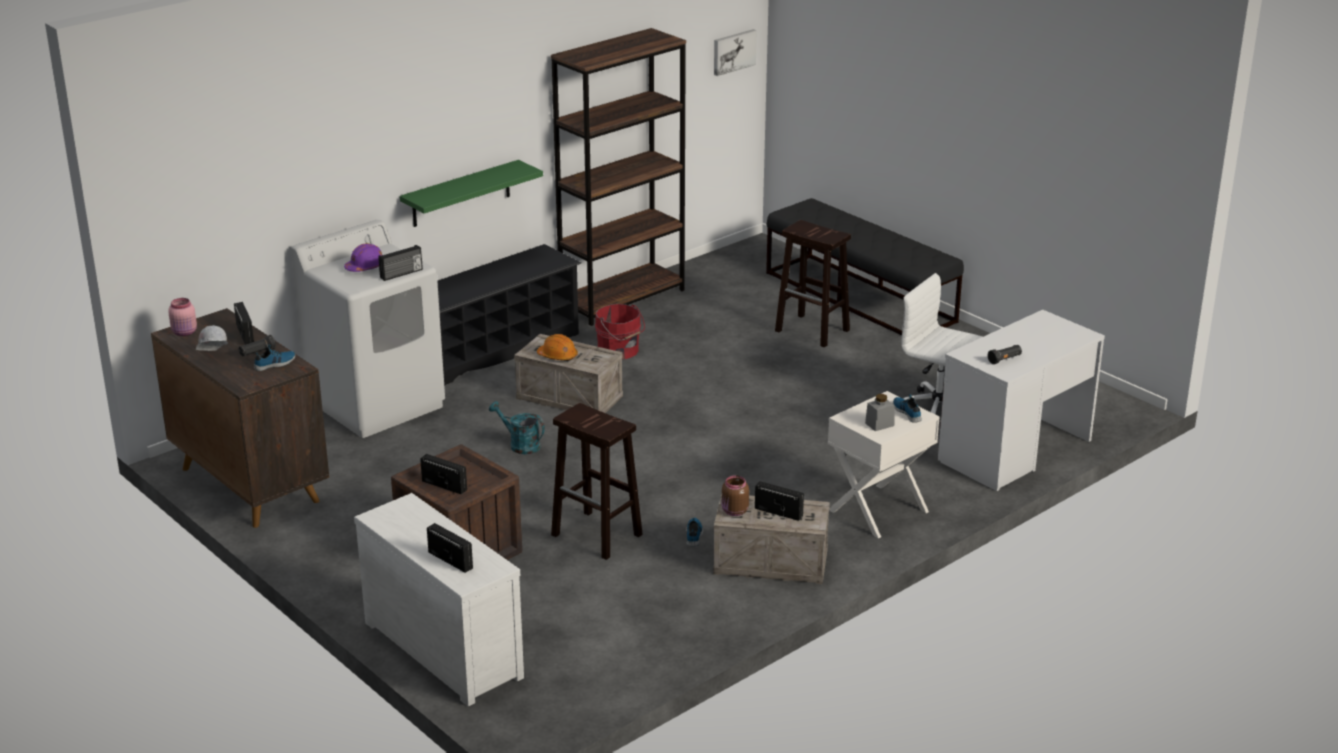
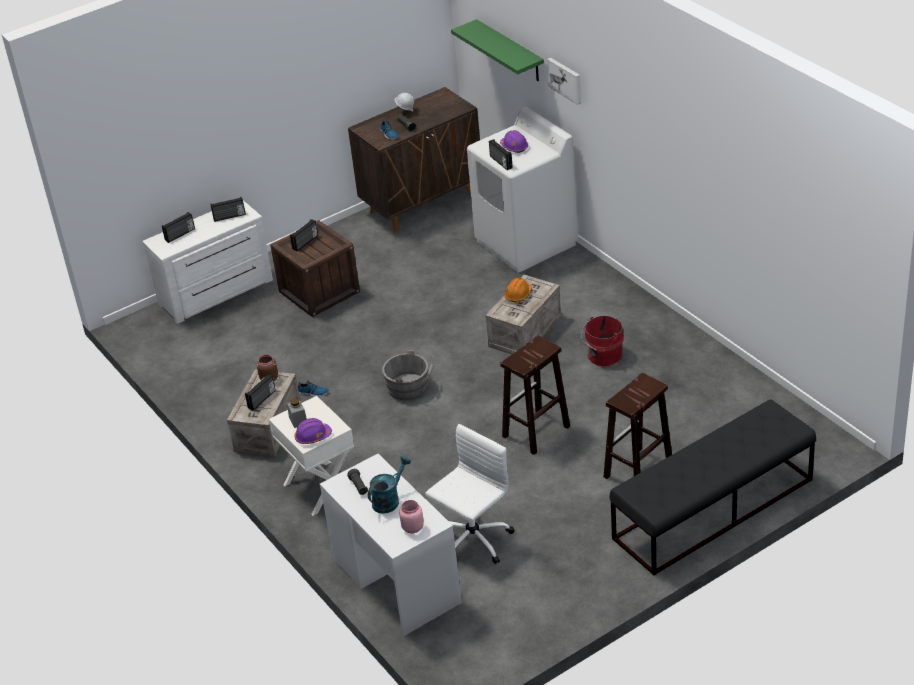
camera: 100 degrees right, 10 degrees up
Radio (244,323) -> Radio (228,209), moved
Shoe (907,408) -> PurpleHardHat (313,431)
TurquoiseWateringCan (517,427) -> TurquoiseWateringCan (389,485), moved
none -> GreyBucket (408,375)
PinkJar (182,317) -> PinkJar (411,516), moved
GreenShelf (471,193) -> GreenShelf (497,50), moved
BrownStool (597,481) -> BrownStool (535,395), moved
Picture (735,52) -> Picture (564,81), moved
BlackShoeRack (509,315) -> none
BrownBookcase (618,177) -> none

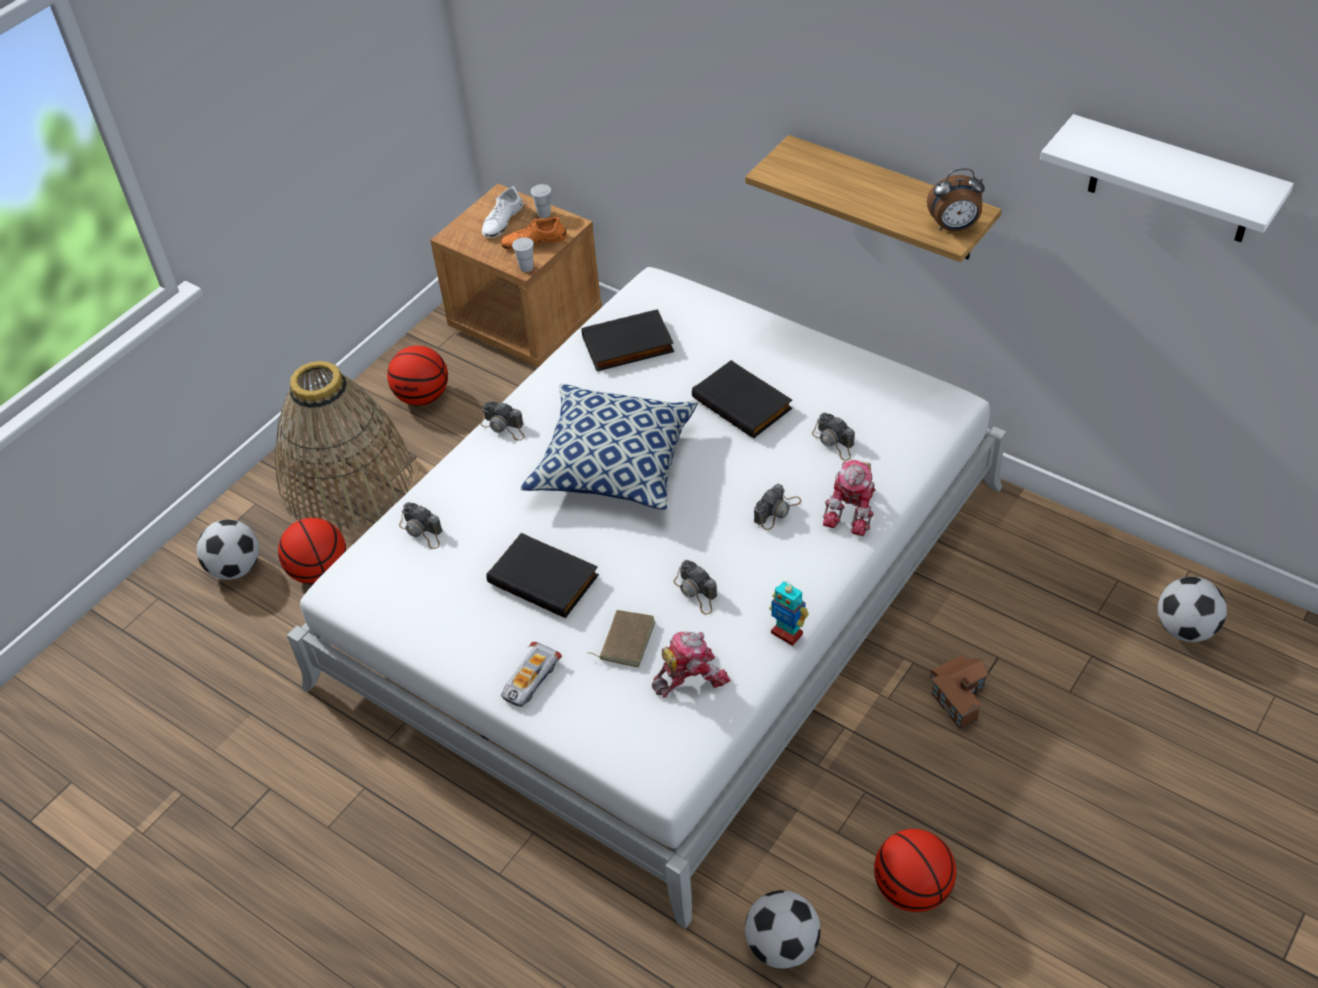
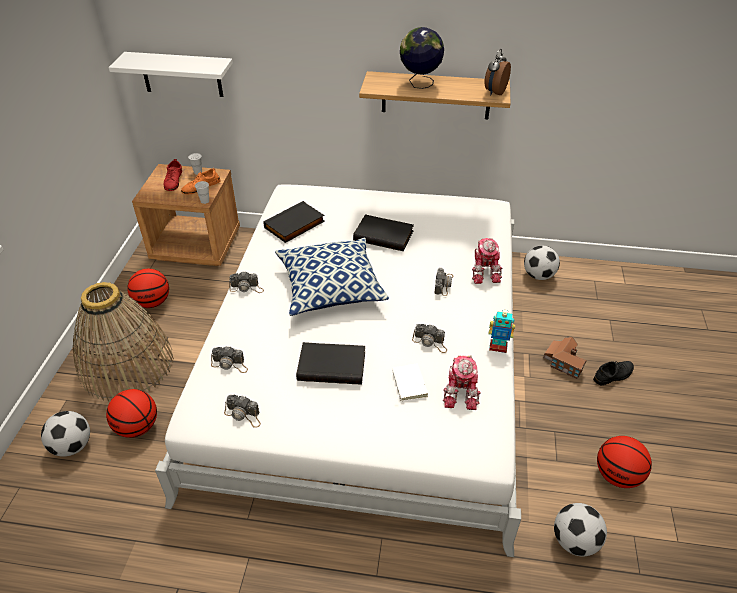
camera: 30 degrees left, 5 degrees down
WhiteShelf (1167,178) -> WhiteShelf (171,74), moved
WhiteShoe (502,212) -> RedShoe (173,175)
PhotoCamera (833,436) -> PhotoCamera (242,411), moved
BrownBook (621,638) -> WhiteBook (410,382)
none -> Globe (422,58)
ToyRobot (691,665) -> ToyRobot (462,382), 150 degrees clockwise
AlarmClock (956,199) -> AlarmClock (497,72), 150 degrees clockwise
Football (1192,609) -> Football (542,263), moved
none -> BlackShoe (613,373)
ToyCar (531,674) -> none

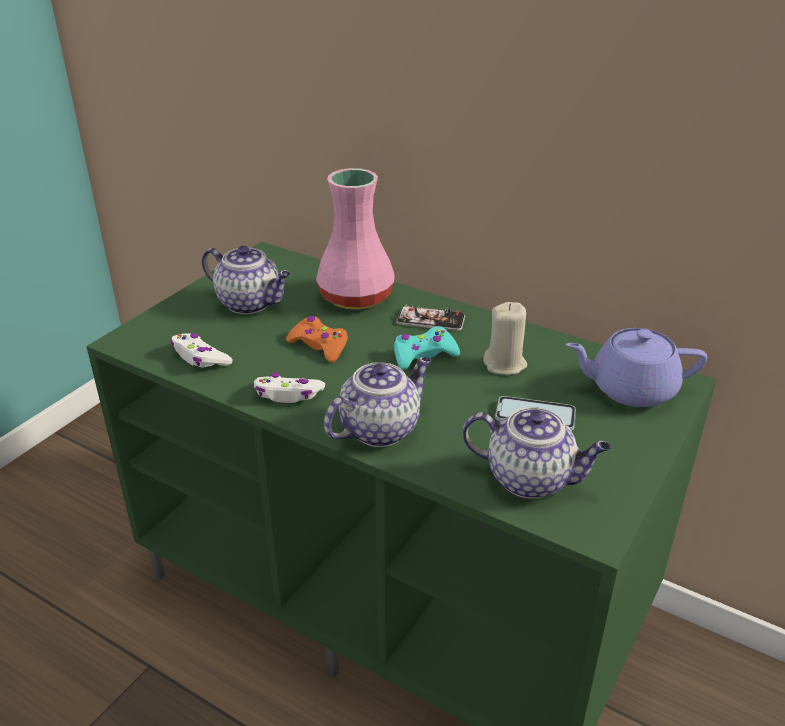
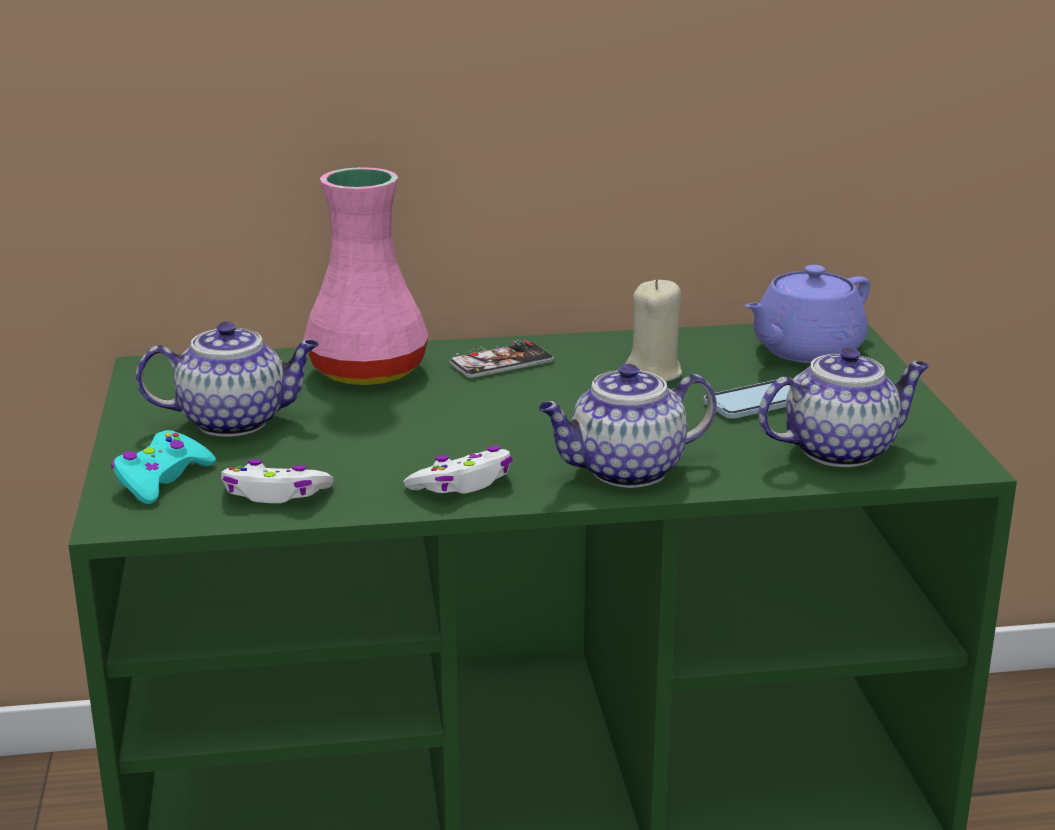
camera: 40 degrees left, 10 degrees down
TurquoiseGameController (427,348) -> TurquoiseGameController (163,467), moved
Teapot (377,402) -> Teapot (627,426), 120 degrees counterclockwise
OrangeGameController (317,339) -> none

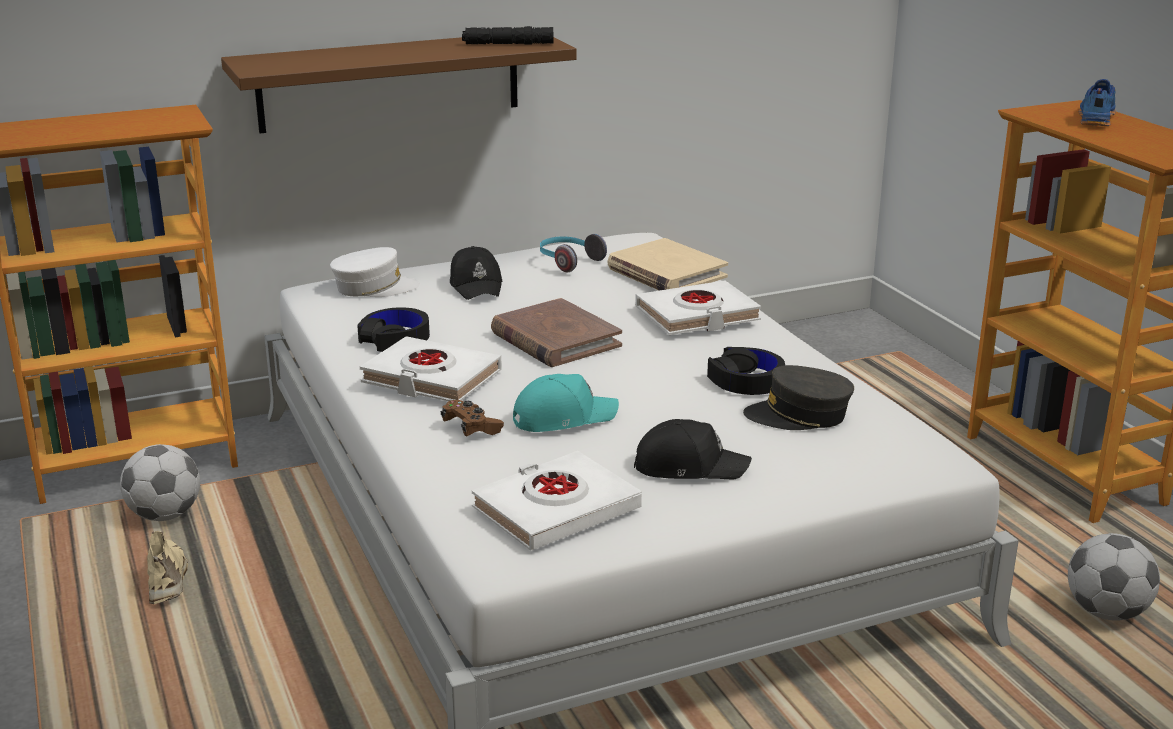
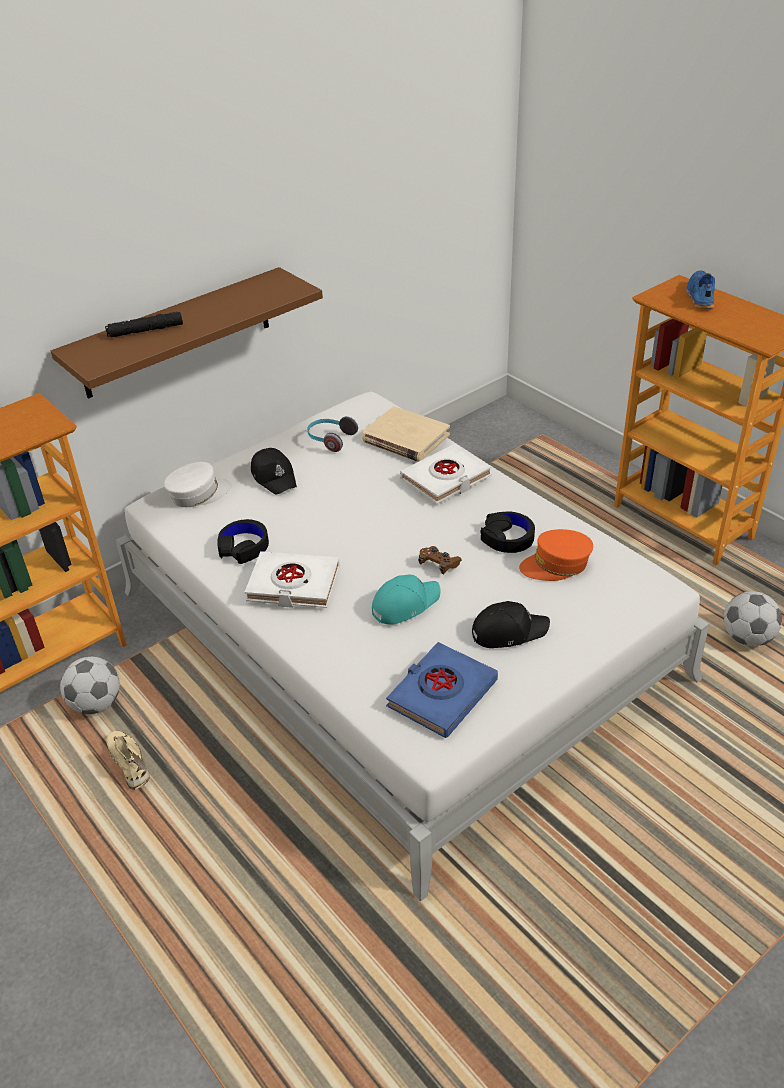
camera: 15 degrees left, 15 degrees up
BlackFlashlight (507,35) -> BlackFlashlight (144,324), moved
WhiteBook (557,501) -> BlueBook (442,690)
BrownGameController (472,418) -> BrownGameController (440,560), moved
GreyCap (798,397) -> OrangeCap (556,555)
BrownBook (556,332) -> none

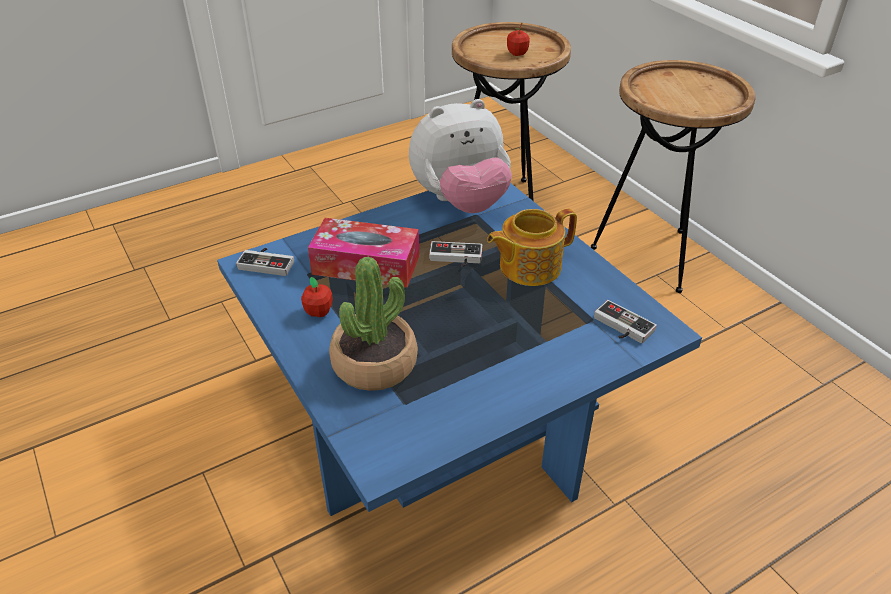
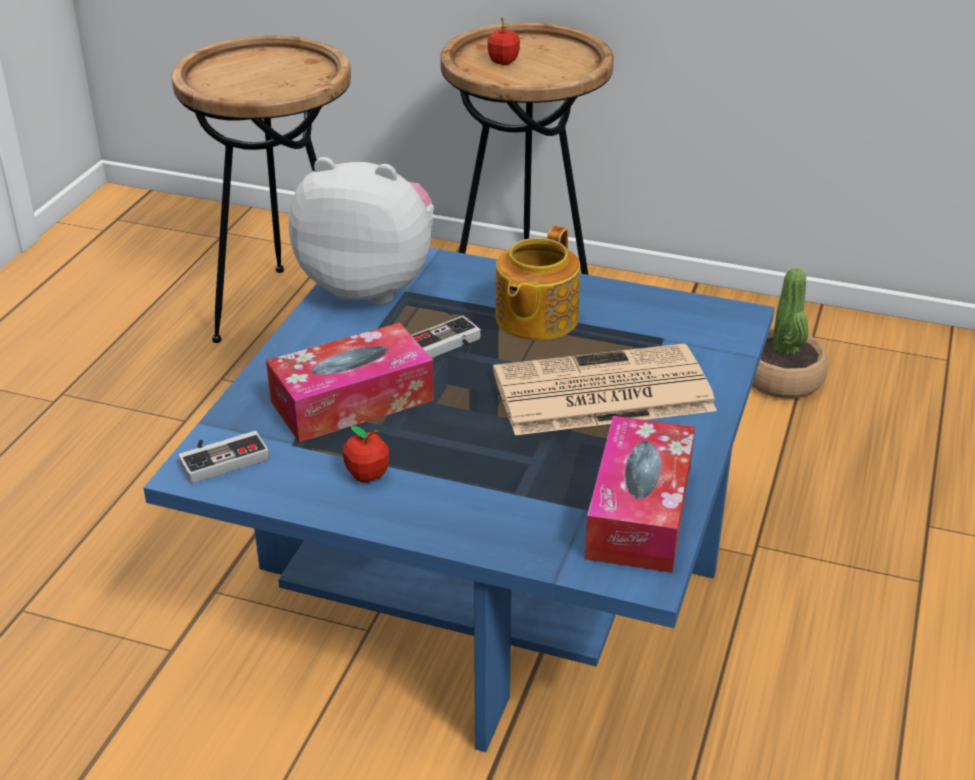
camera: 40 degrees left, 5 degrees down
PlushToy (460,156) -> PlushToy (361,231), 105 degrees counterclockwise
Apple (518,39) -> Apple (504,41), moved
none -> Newspaper (605,389)
none -> TissueBox (640,494)
PottedPlant (373,324) -> PottedPlant (790,333), moved
GameController (625,321) -> none

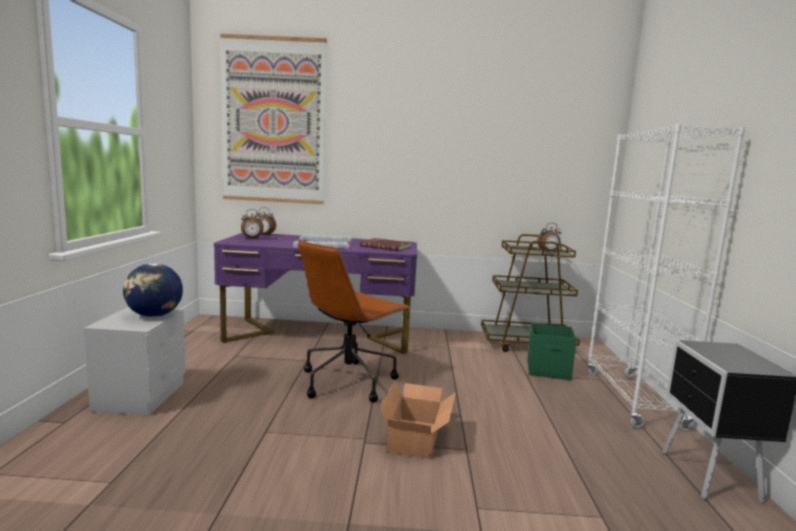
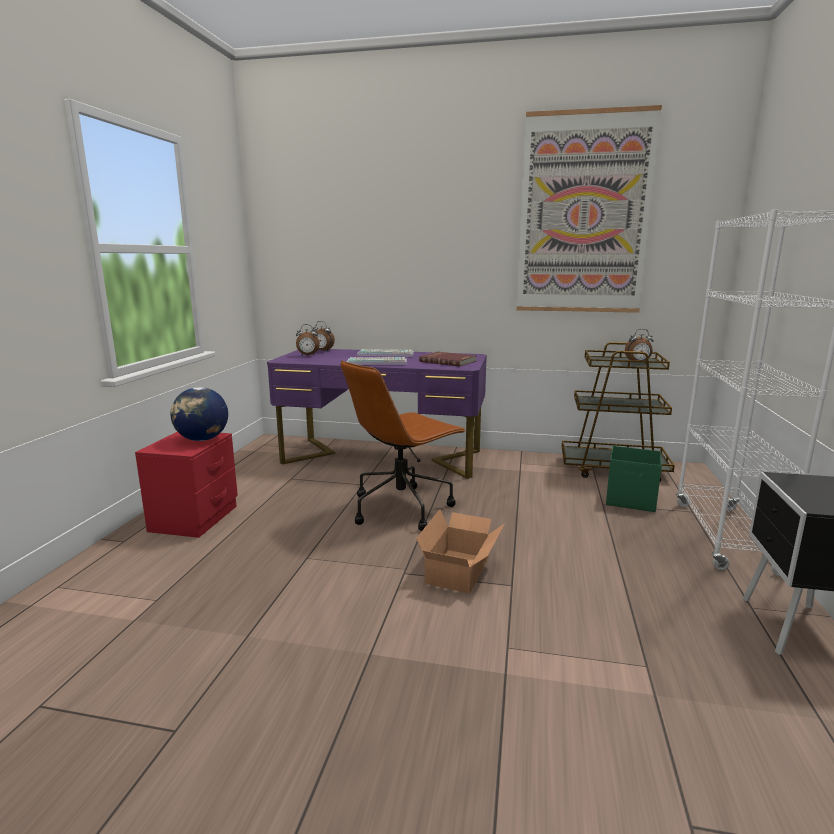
camera: 10 degrees right, 5 degrees up
GreyNightstand (135,361) -> RedNightstand (186,485)
Picture (273,119) -> Picture (589,209), moved

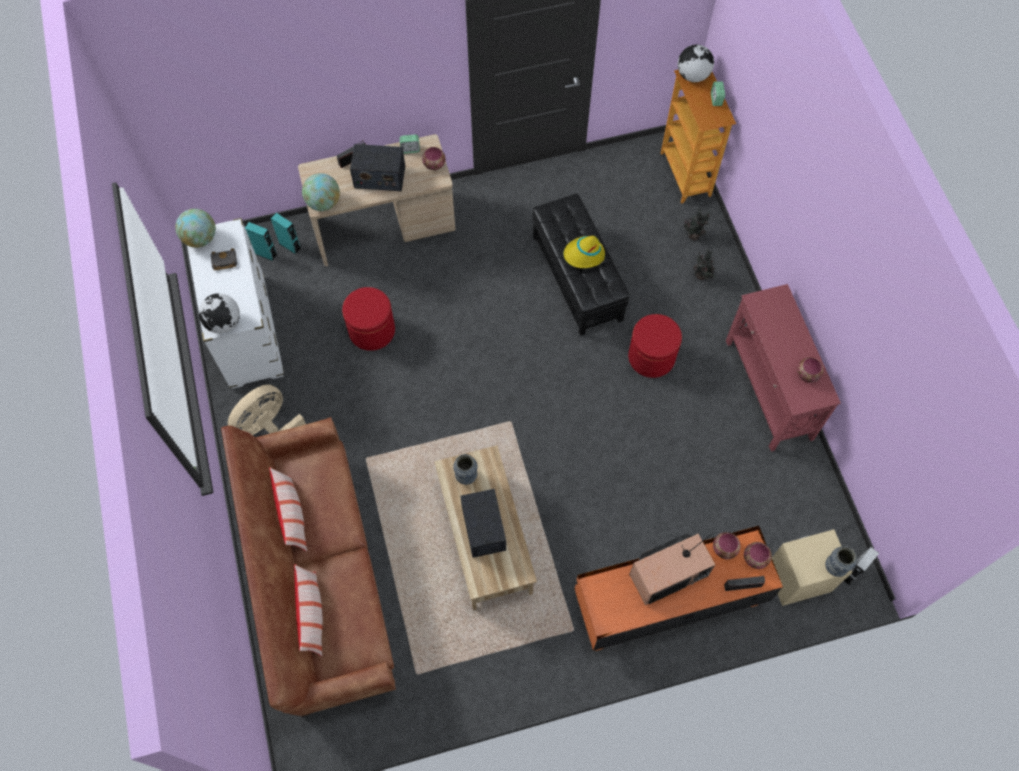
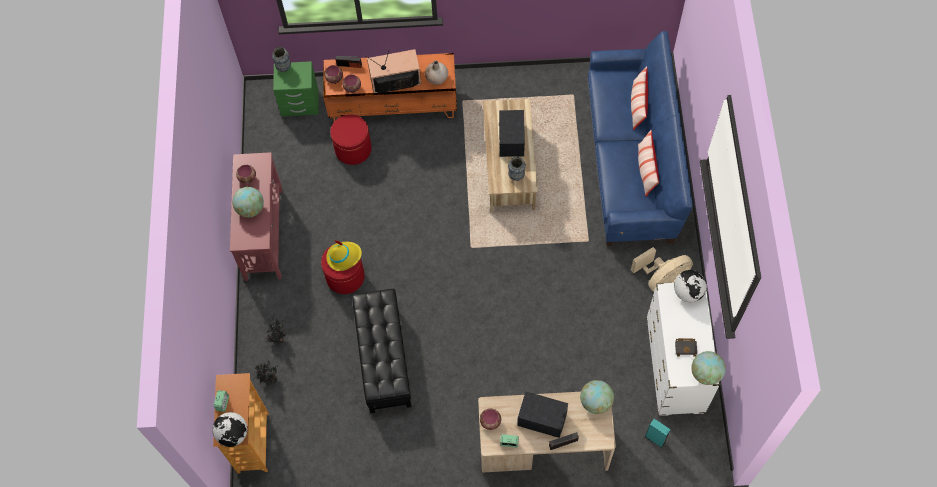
camera: 165 degrees left, 0 degrees up
none -> Globe (248,202)
BeigeNightstand (812,567) -> GreenNightstand (296,89)
YellowHat (584,252) -> YellowHat (344,255), moved
RedOttoman (368,319) -> RedOttoman (351,139), moved
none -> BeigeVase (436,72)
BrownSofa (308,567) -> BlueSofa (640,138)
TurquoiseSpeaker (285,234) -> none
GreySpeaker (861,566) -> none

